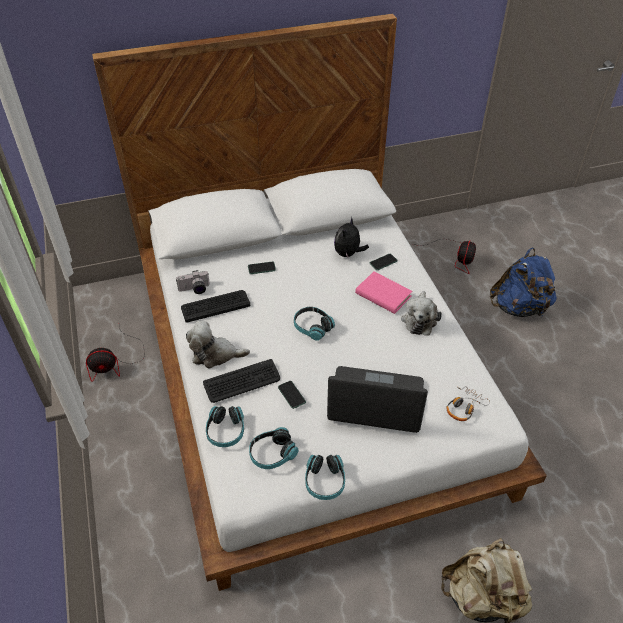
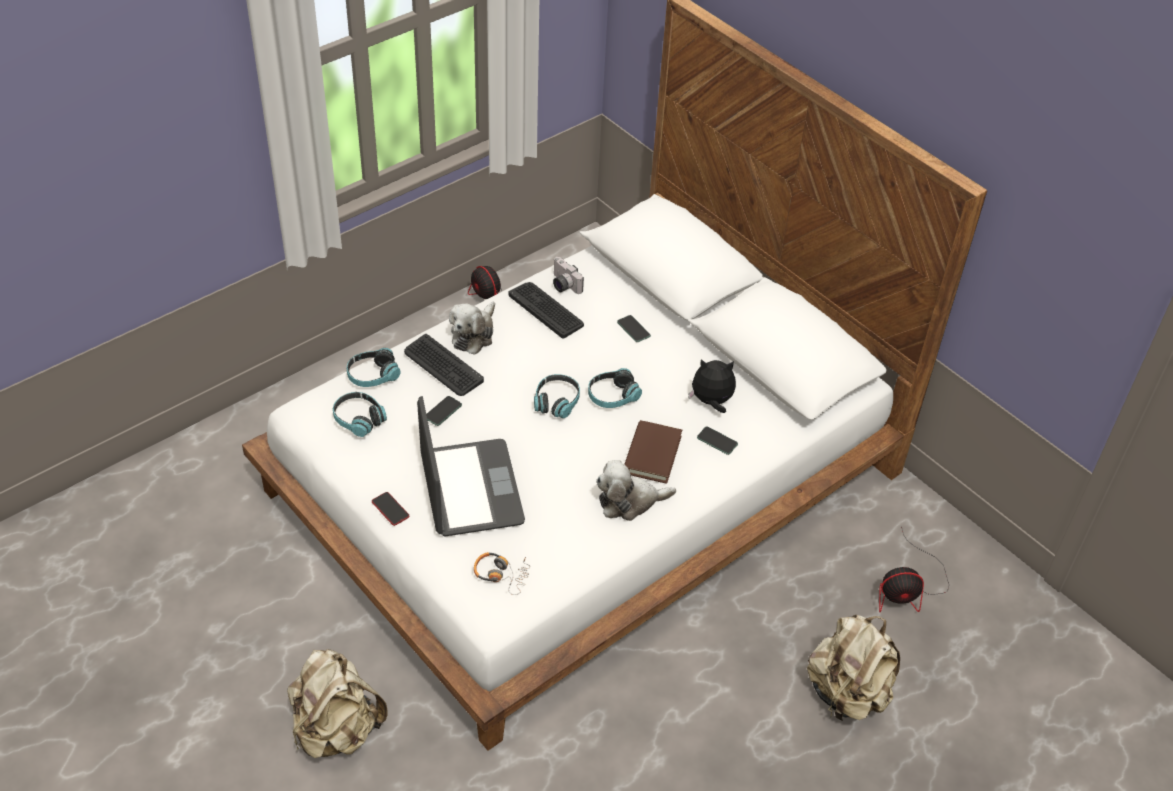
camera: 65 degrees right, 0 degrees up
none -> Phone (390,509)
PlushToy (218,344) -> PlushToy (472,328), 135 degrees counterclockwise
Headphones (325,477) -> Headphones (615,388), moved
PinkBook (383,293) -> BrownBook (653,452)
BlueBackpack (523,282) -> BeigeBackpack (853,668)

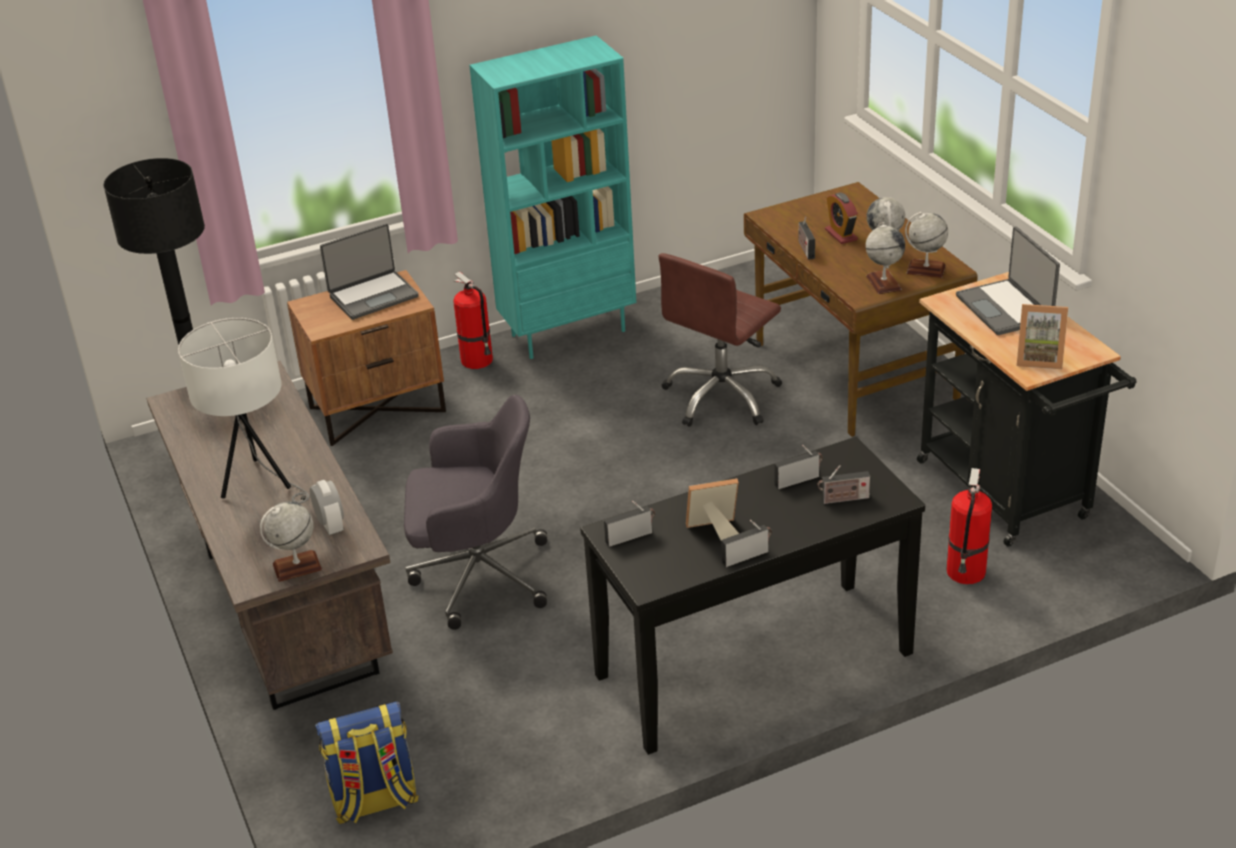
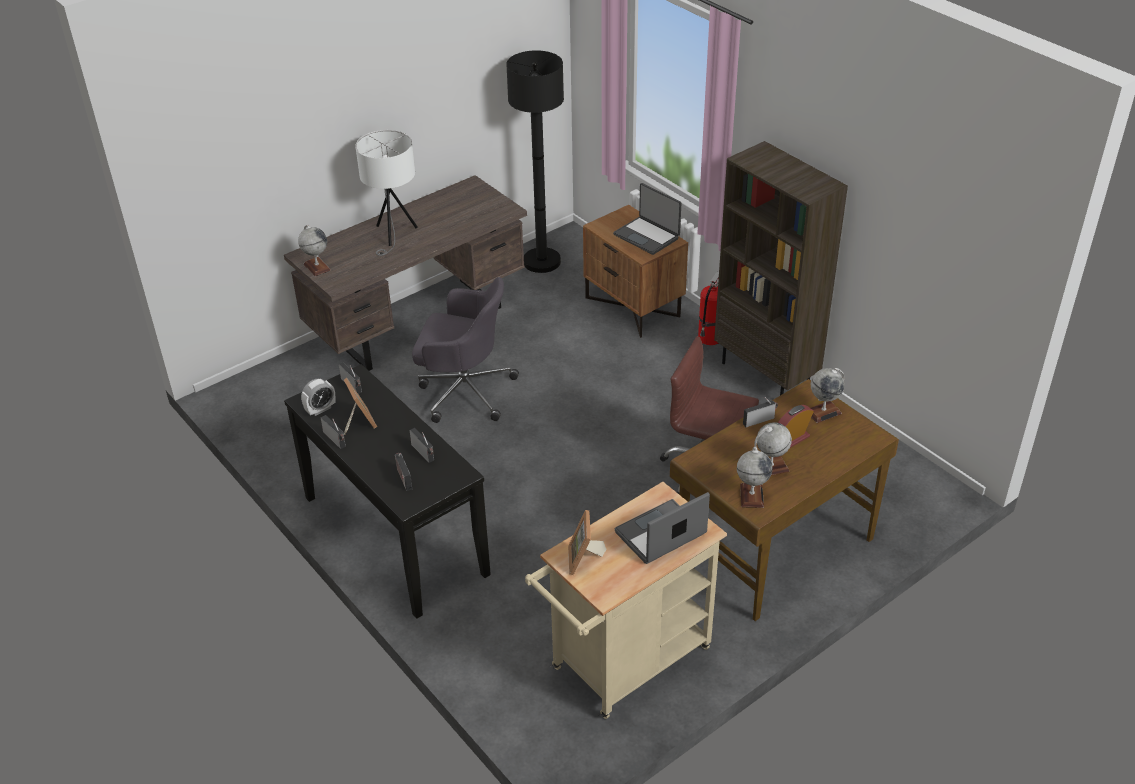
camera: 75 degrees right, 5 degrees up
AlarmClock (326,507) -> AlarmClock (318,397), moved
GreyOfficeChair (475,512) -> GreyOfficeChair (465,350), 60 degrees counterclockwise
BlackCart (1027,409) -> BeigeCart (626,600)
TurquoiseBookcase (552,197) -> BrownBookcase (781,268)
Globe (885,258) -> Globe (827,395), moved
Backpack (367,763) -> none
FireExtinguisher (969,526) -> none

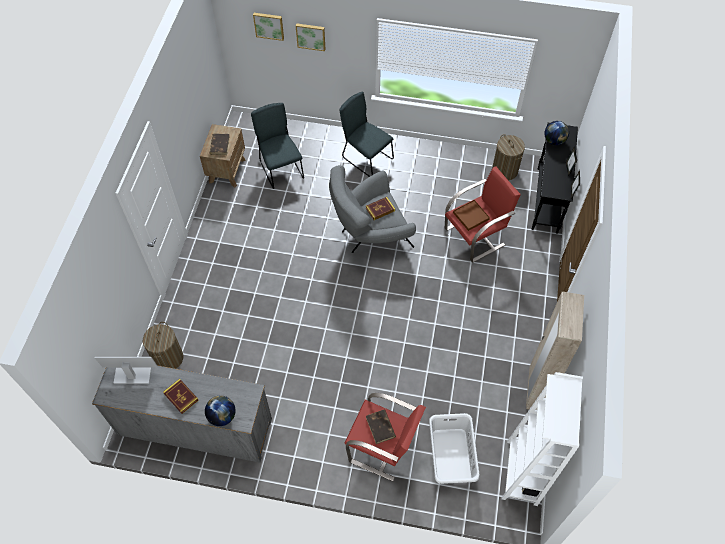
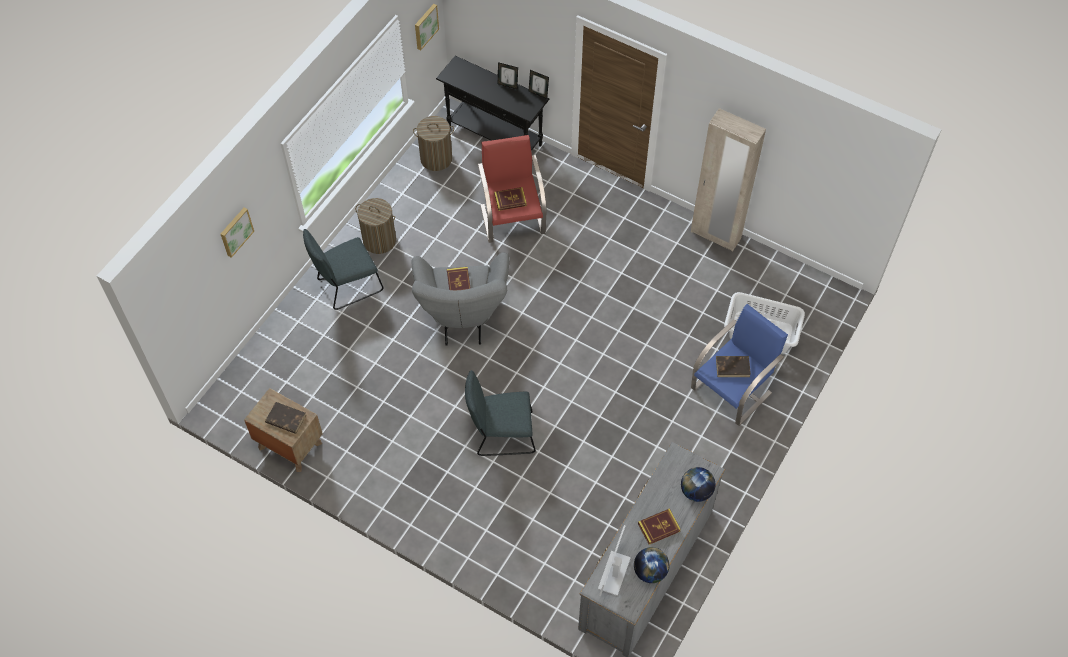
camera: 70 degrees left, 0 degrees up
LaundryBasket (163,345) -> LaundryBasket (375,226), moved
Picture (268,27) -> Picture (427,27), moved
GreyChair (277,146) -> GreyChair (500,413), moved
BrownTray (471,215) -> Book (510,199)
Globe (556,133) -> Globe (651,565), moved
RedArmchair (385,437) -> BlueArmchair (739,365)
WhiteBookcase (542,439) -> none

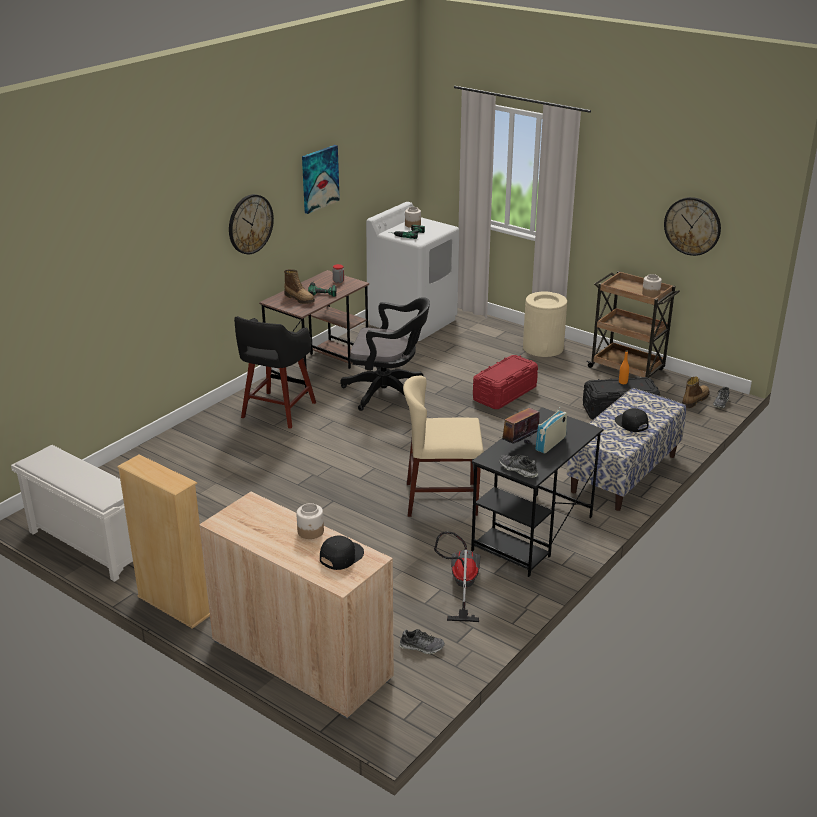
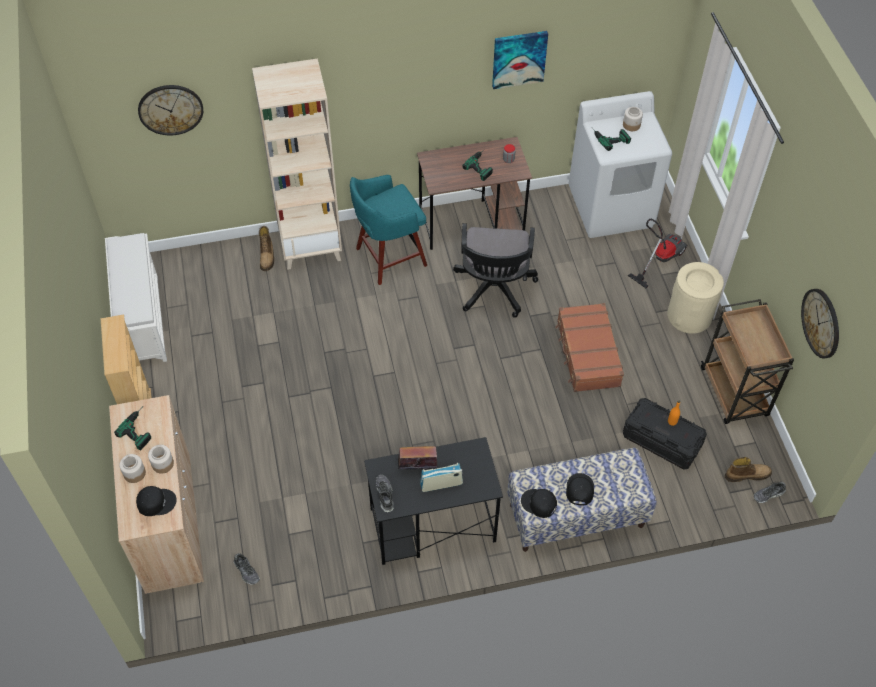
camera: 40 degrees right, 25 degrees up
none -> PowerDrill (132,429)
Jar (652,286) -> Jar (132,468), moved
WallClock (251,224) -> WallClock (170,110), moved
none -> BeigeBookcase (297,164)
Boot (299,286) -> Boot (266,248), moved
BlackStool (275,372) -> TurquoiseStool (388,230)
BlackOfficeChair (385,354) -> BlackOfficeChair (495,270), 45 degrees clockwise
none -> BlackCap (539,503)
RedStorageBox (505,382) -> BrownSuitcase (589,347)
VacuumCleaner (457,576) -> VacuumCleaner (658,253), moved
BeigeChair (443,446) -> none

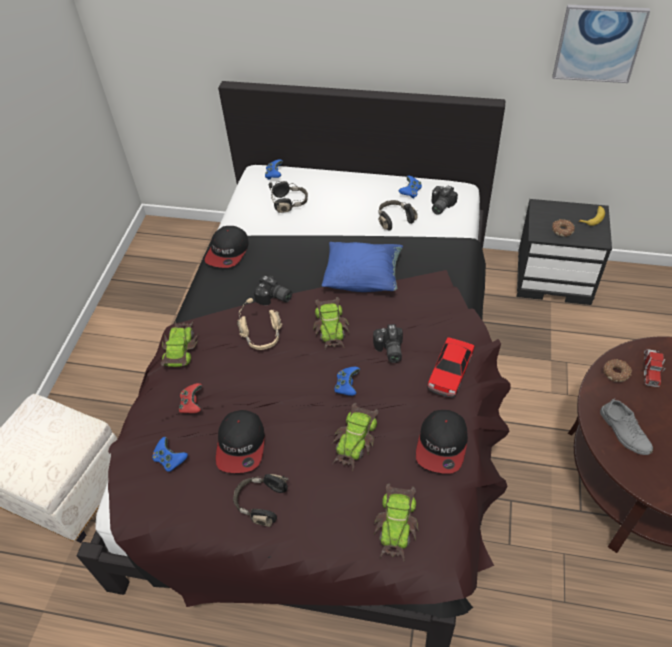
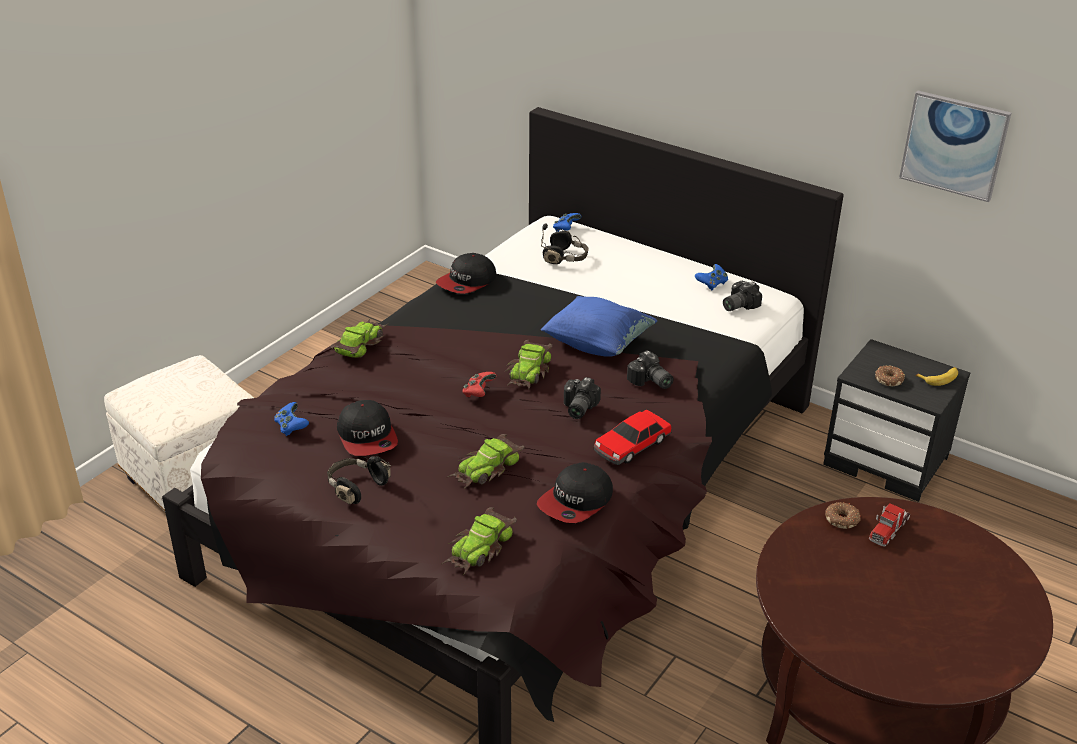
camera: 20 degrees right, 15 degrees down
Cap (240,441) -> Cap (367,428), 45 degrees counterclockwise
RedGameController (190,398) -> RedGameController (479,384), moved
PhotoCamera (273,290) -> PhotoCamera (650,369), moved
BeigeHeadphones (259,324) -> none
BlueGameController (347,381) -> none
BlackHeadphones (398,215) -> none
GreyShoe (626,427) -> none

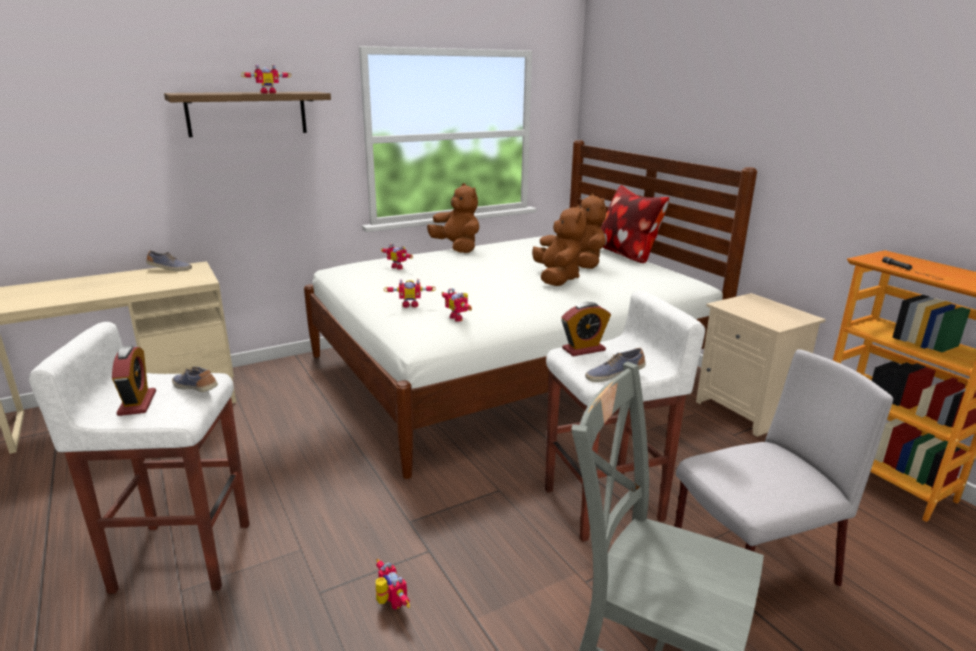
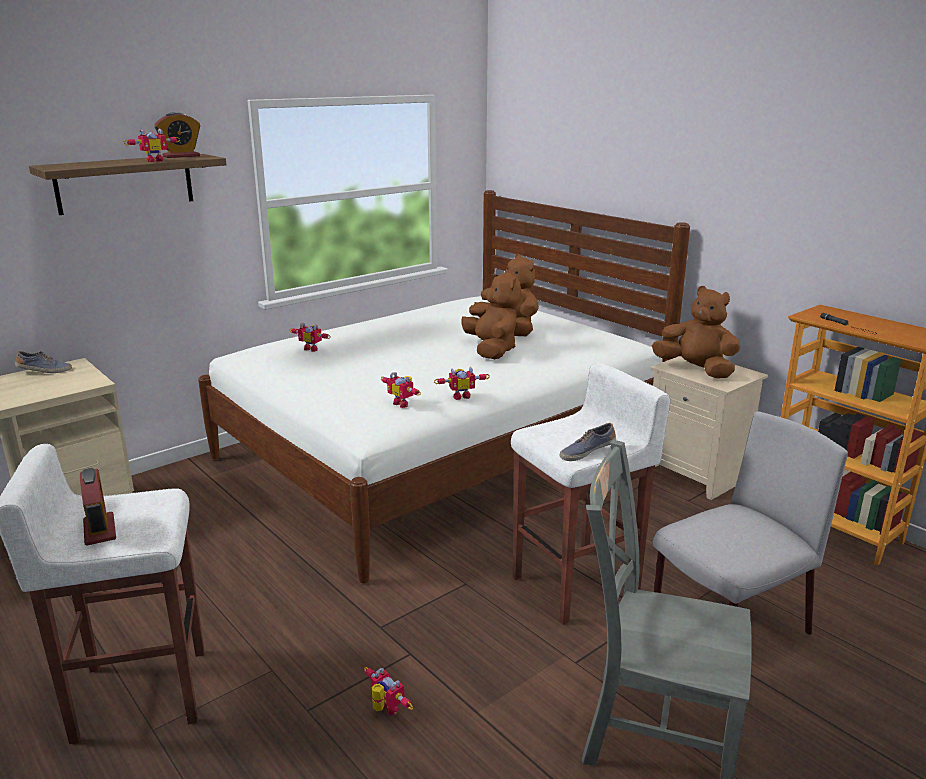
camera: 10 degrees left, 0 degrees up
AlarmClock (586,329) -> AlarmClock (177,135), moved
ToyRobot (410,293) -> ToyRobot (462,383), moved
BrownPlushToy (453,218) -> BrownPlushToy (696,332), moved
Shoe (195,379) -> none
Pillow (635,224) -> none

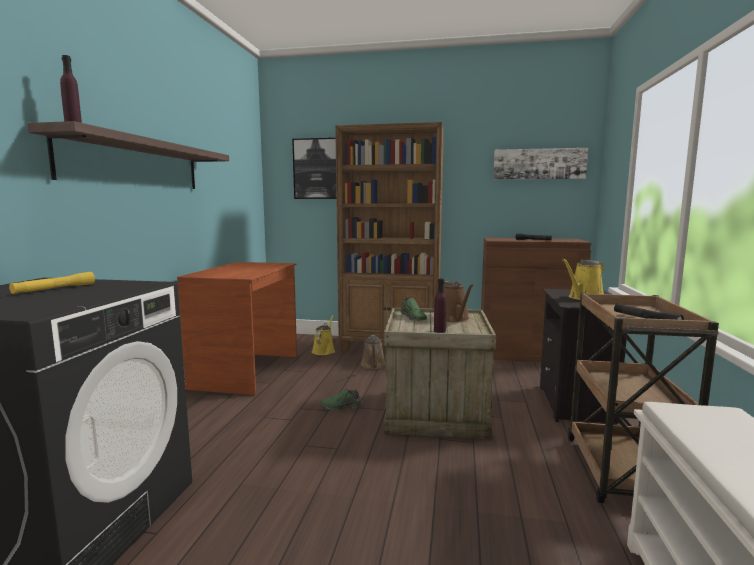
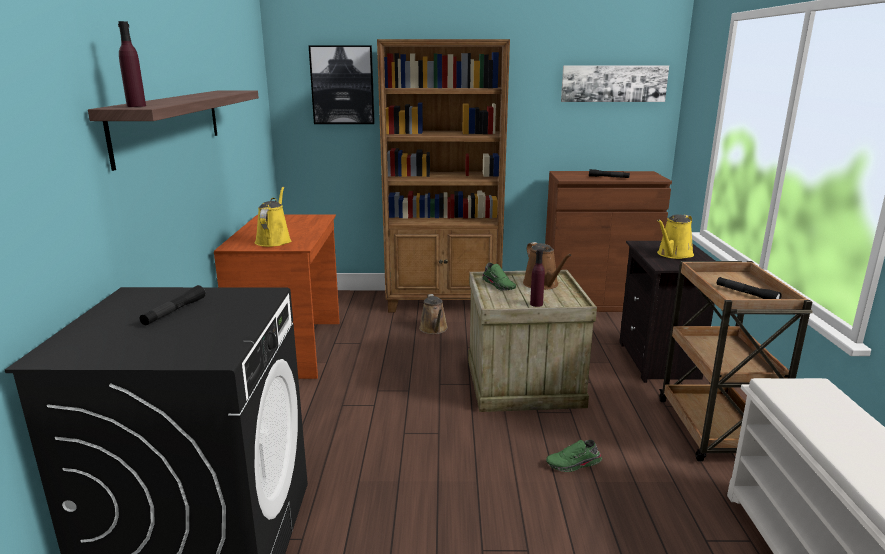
camera: 10 degrees left, 10 degrees up
YellowFlashlight (52,283) -> BlackFlashlight (173,305)
YellowWateringCan (323,335) -> YellowWateringCan (273,217), moved
GreenShoe (342,399) -> GreenShoe (574,456), moved

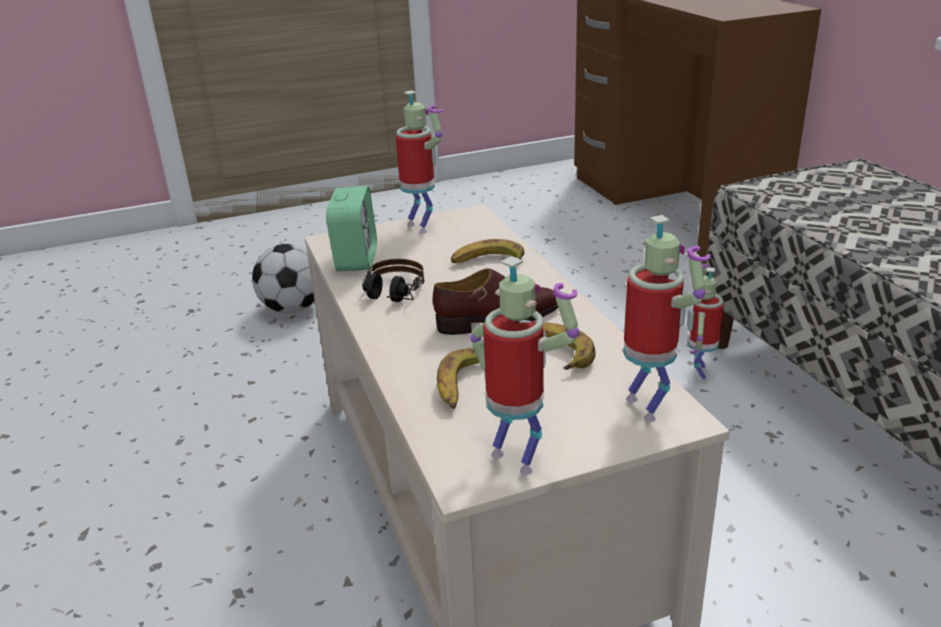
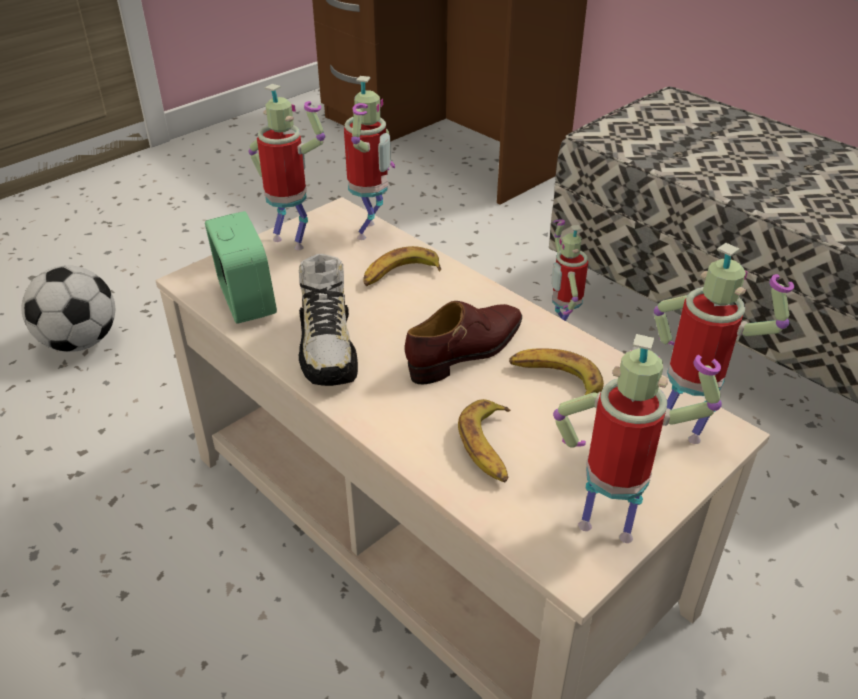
camera: 25 degrees left, 10 degrees up
Headphones (393,280) -> Shoe (328,320)
none -> ToyRobot (369,158)

